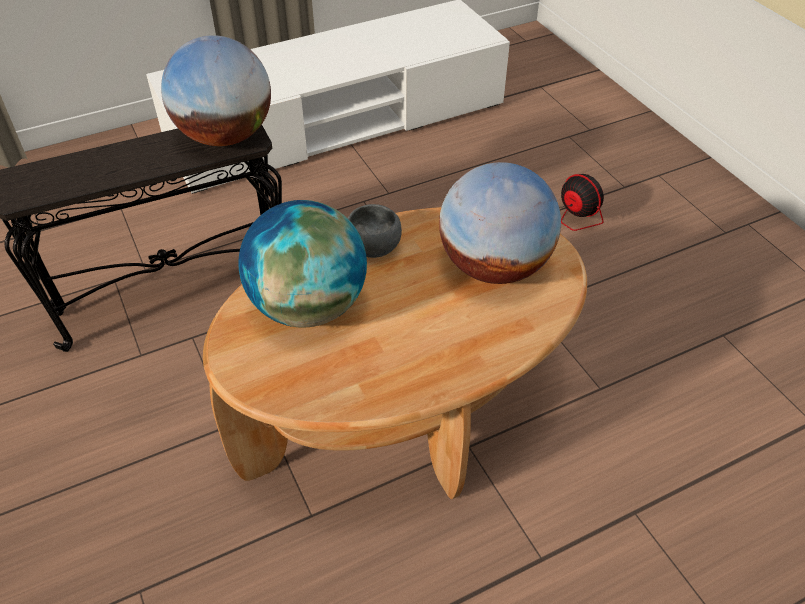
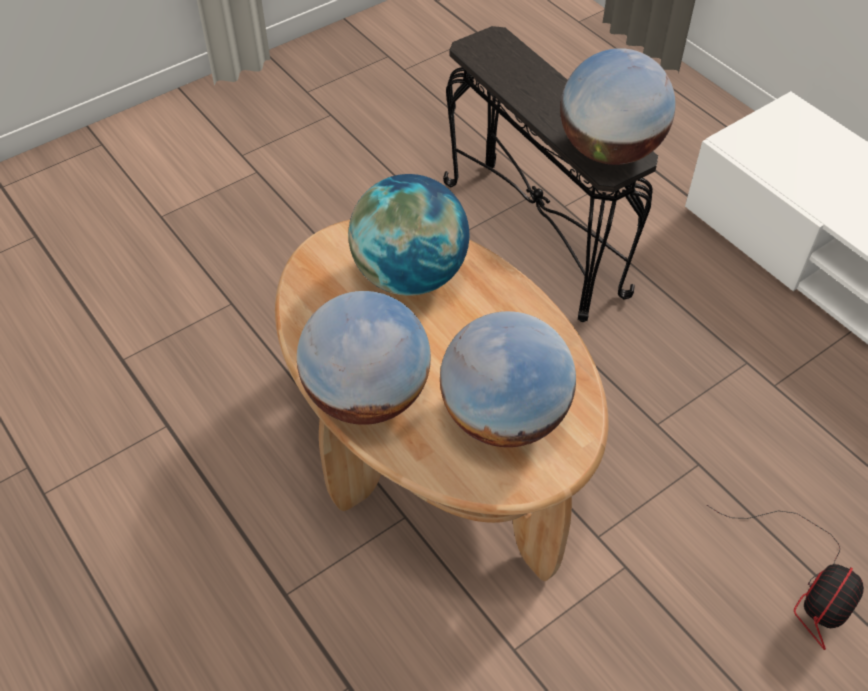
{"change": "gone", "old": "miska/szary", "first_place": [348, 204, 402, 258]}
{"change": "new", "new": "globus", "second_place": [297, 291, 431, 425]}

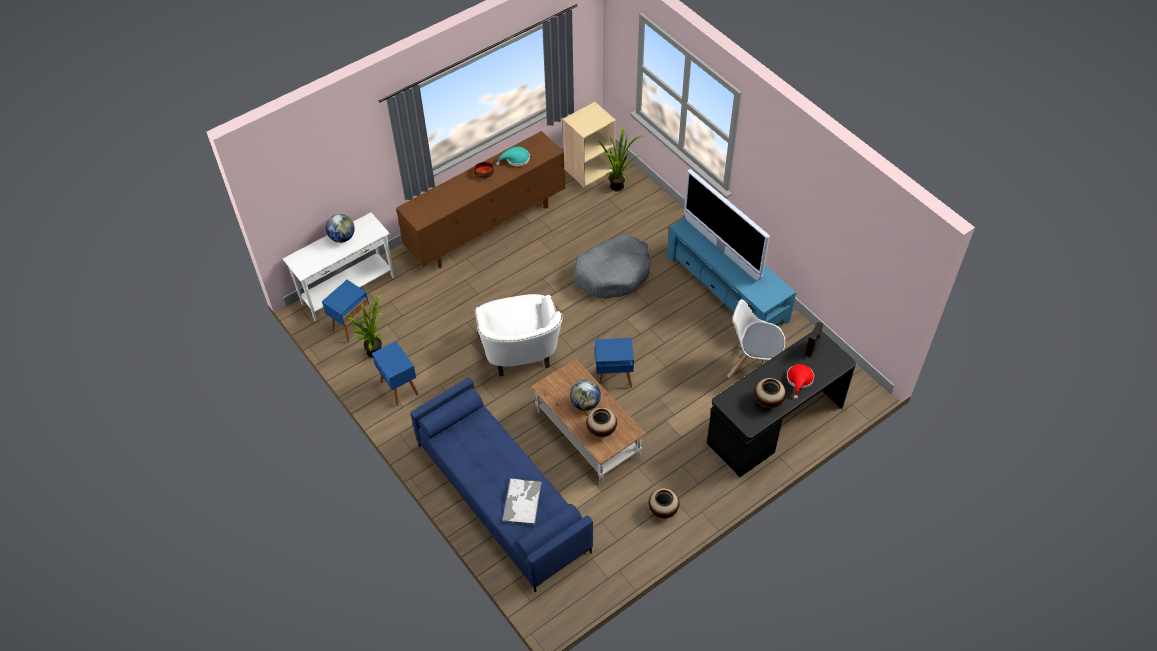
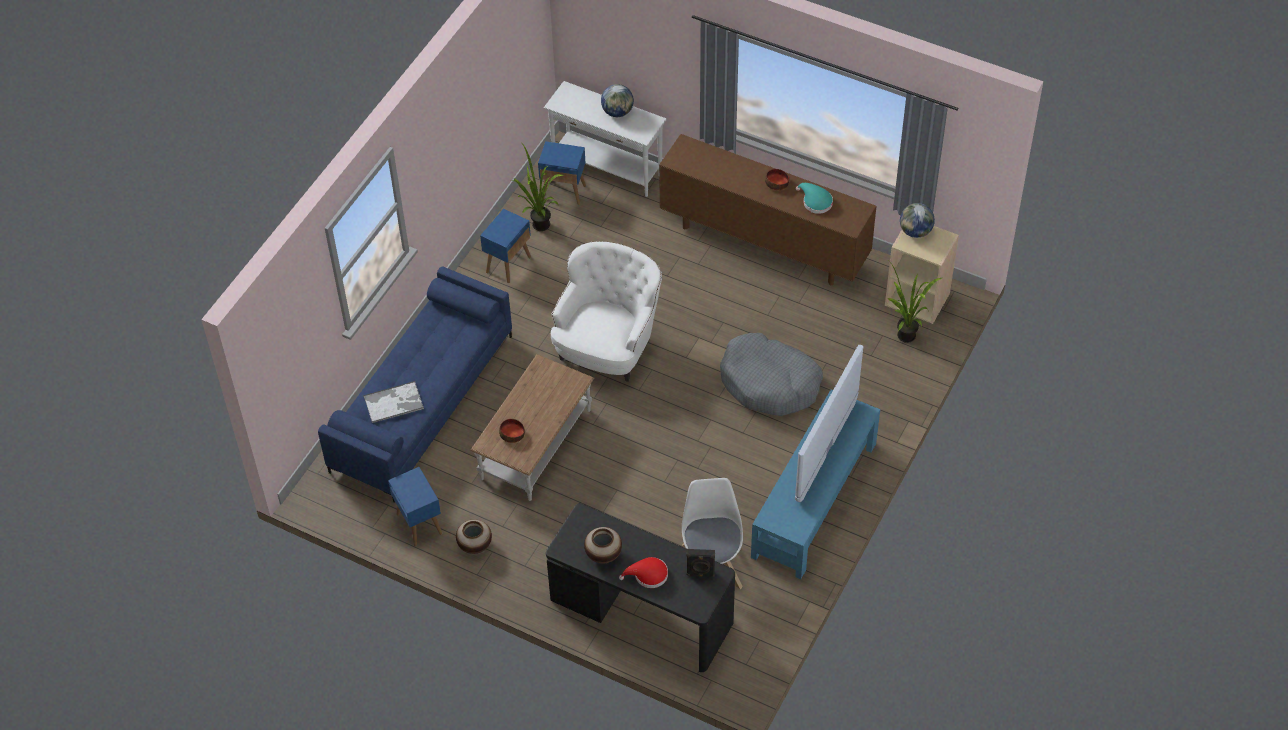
{"change": "shifted", "old": "globus", "first_place": [570, 380, 601, 411], "second_place": [900, 203, 935, 238]}
{"change": "shifted", "old": "stolik/niebieski", "first_place": [595, 338, 634, 388], "second_place": [388, 467, 442, 546]}
{"change": "swapped", "old": "wazon", "new": "miska", "first_place": [586, 407, 617, 437], "second_place": [499, 419, 525, 443]}
{"change": "rotated", "old": "fotel/biały", "first_place": [475, 294, 562, 376], "second_place": [551, 241, 662, 382], "degrees": 150}

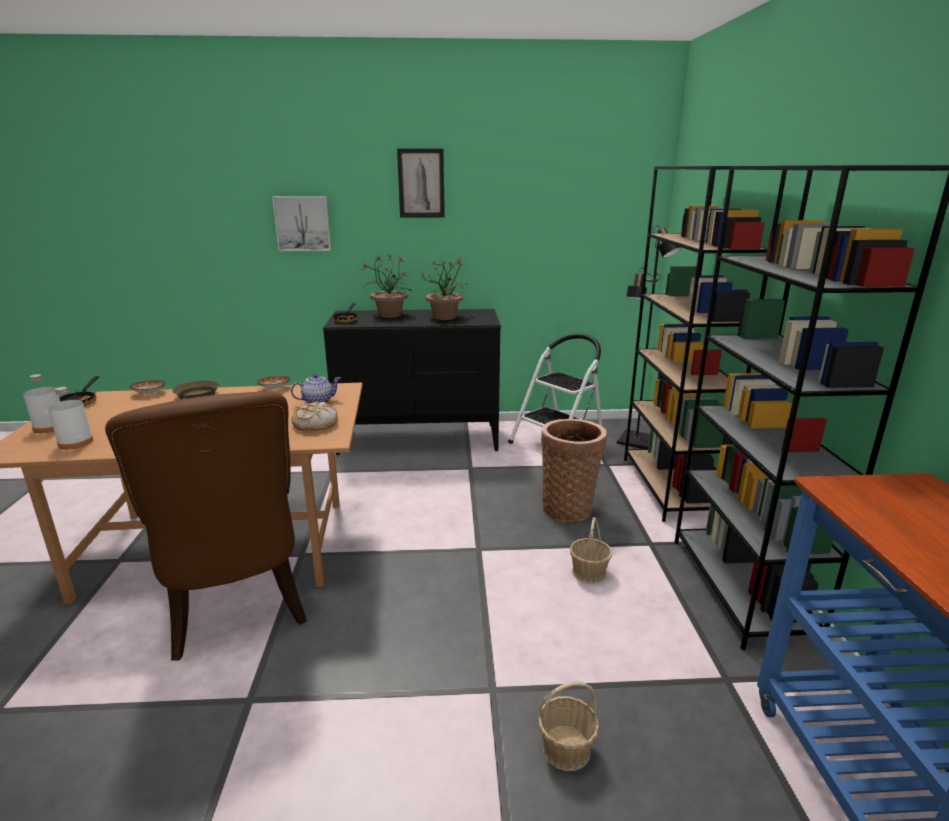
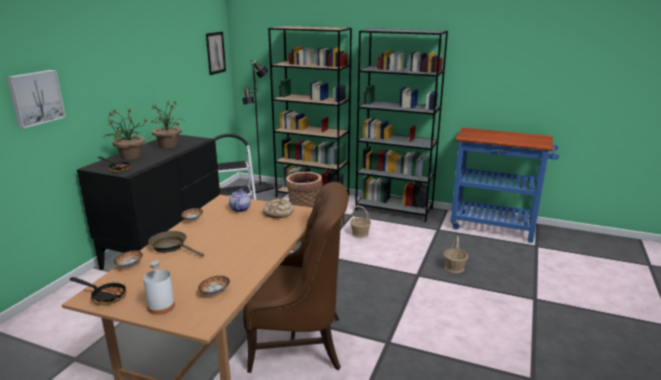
{"change": "shifted", "old": "obraz", "first_place": [397, 148, 445, 218], "second_place": [206, 32, 226, 75]}
{"change": "swapped", "old": "butelka/biały", "new": "miska", "first_place": [48, 387, 93, 450], "second_place": [198, 276, 230, 295]}

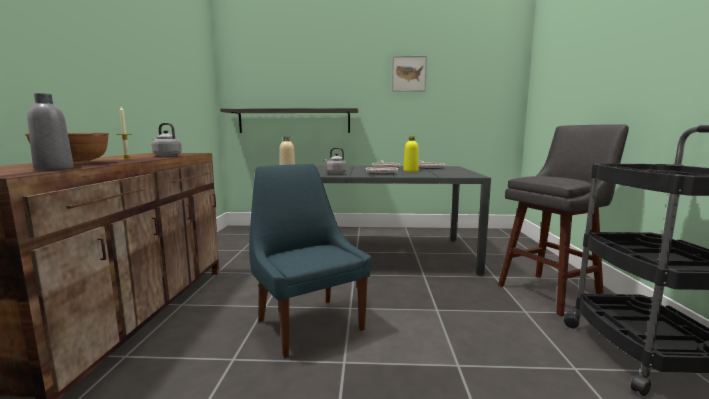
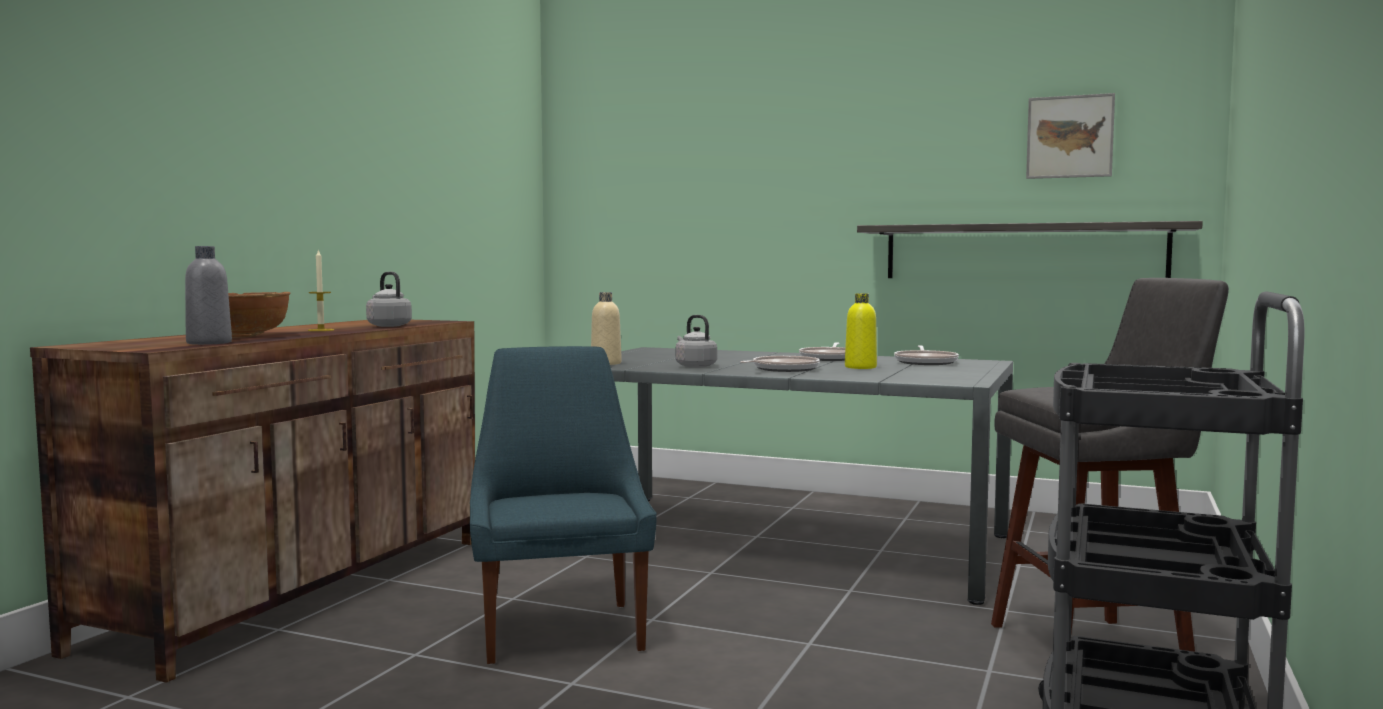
{"change": "shifted", "old": "półka", "first_place": [220, 108, 358, 133], "second_place": [857, 221, 1203, 278]}
{"change": "shifted", "old": "obraz", "first_place": [392, 56, 427, 92], "second_place": [1026, 93, 1115, 179]}

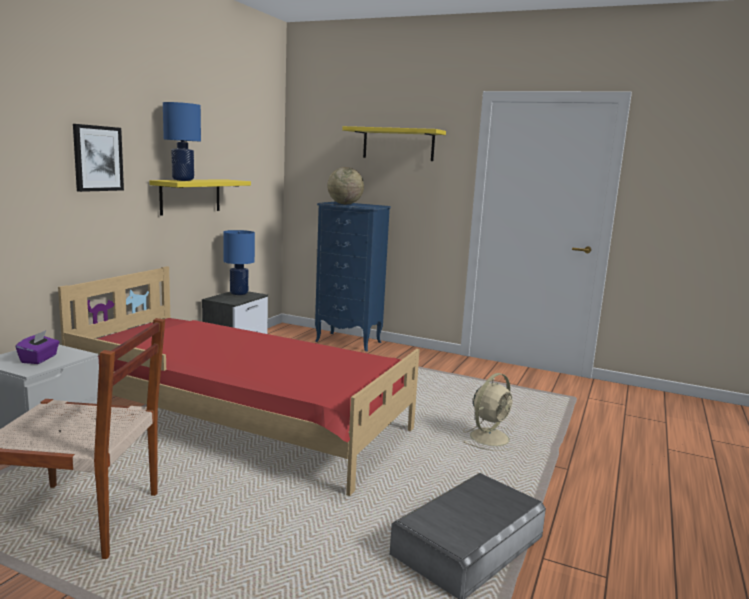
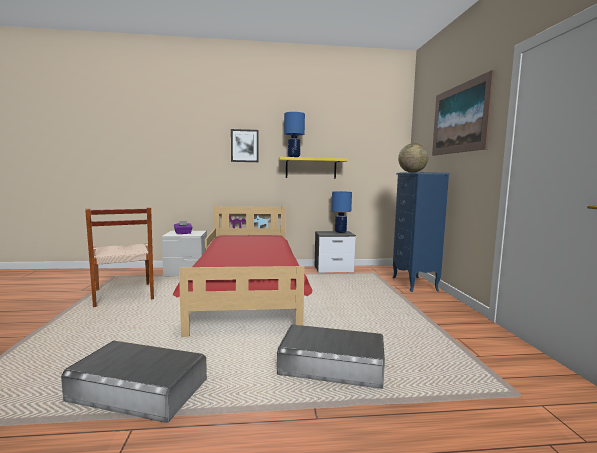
{"change": "swapped", "old": "półka/żółty", "new": "obraz", "first_place": [342, 126, 446, 161], "second_place": [432, 70, 495, 156]}
{"change": "swapped", "old": "wentylator/beżowy", "new": "pojemnik do przechowywania/szary", "first_place": [463, 373, 514, 451], "second_place": [277, 324, 385, 389]}

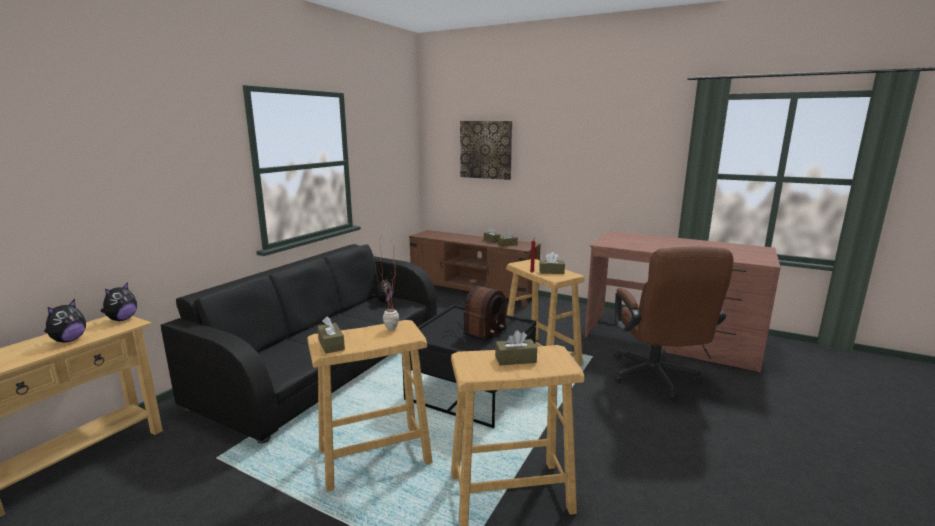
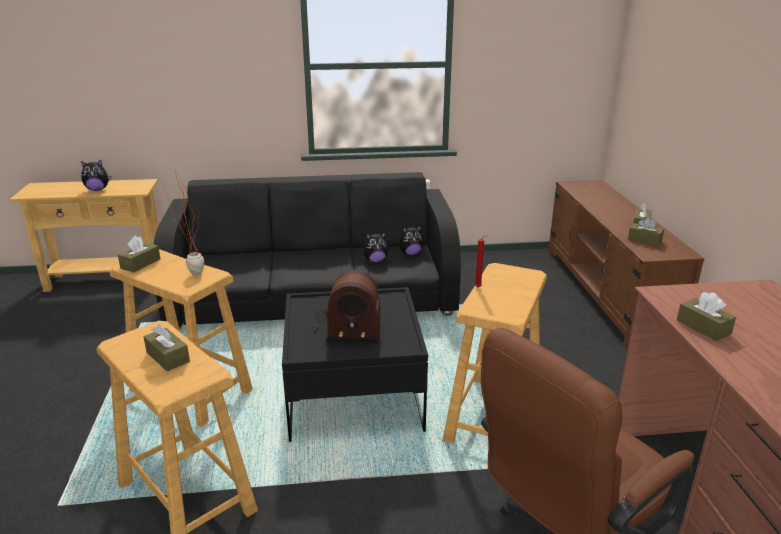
{"change": "gone", "old": "obraz", "first_place": [460, 121, 512, 180]}
{"change": "shifted", "old": "pluszak", "first_place": [101, 282, 137, 321], "second_place": [364, 232, 388, 263]}
{"change": "shifted", "old": "pudełko chusteczek/brązowy", "first_place": [539, 252, 565, 274], "second_place": [677, 292, 736, 341]}

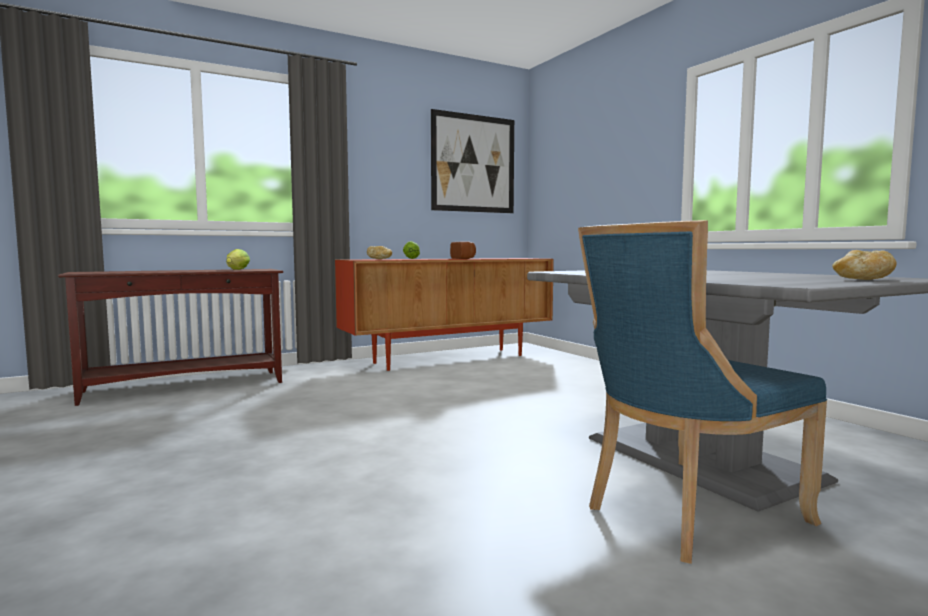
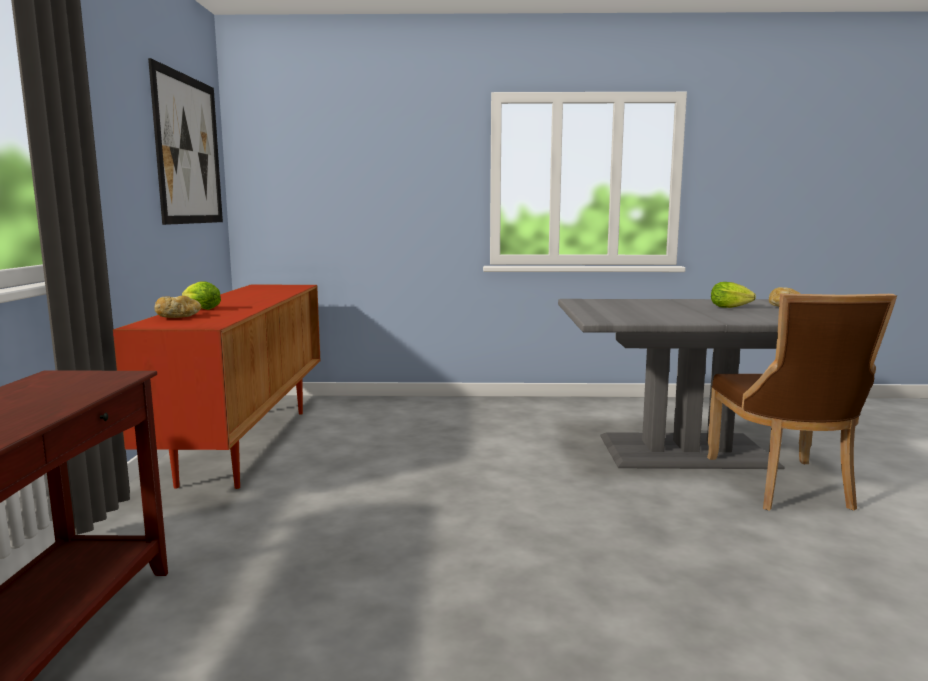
{"change": "gone", "old": "chleb", "first_place": [450, 241, 476, 259]}
{"change": "shifted", "old": "sałata", "first_place": [226, 249, 250, 270], "second_place": [711, 282, 756, 308]}
{"change": "repainted", "old": "krzesło/niebieski", "new": "krzesło/brązowy", "first_place": [578, 220, 827, 564], "second_place": [707, 294, 897, 511]}

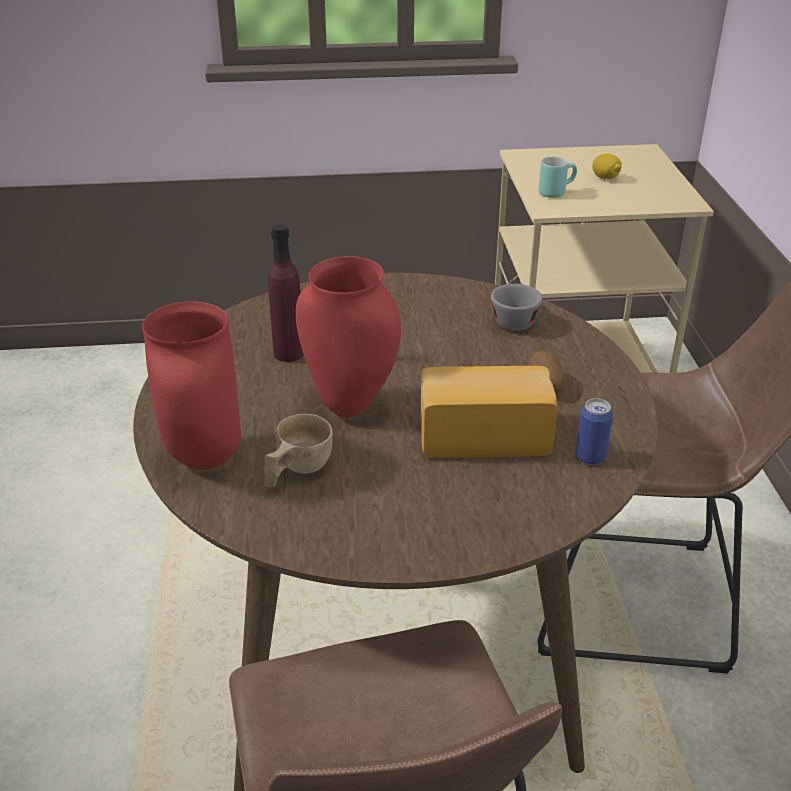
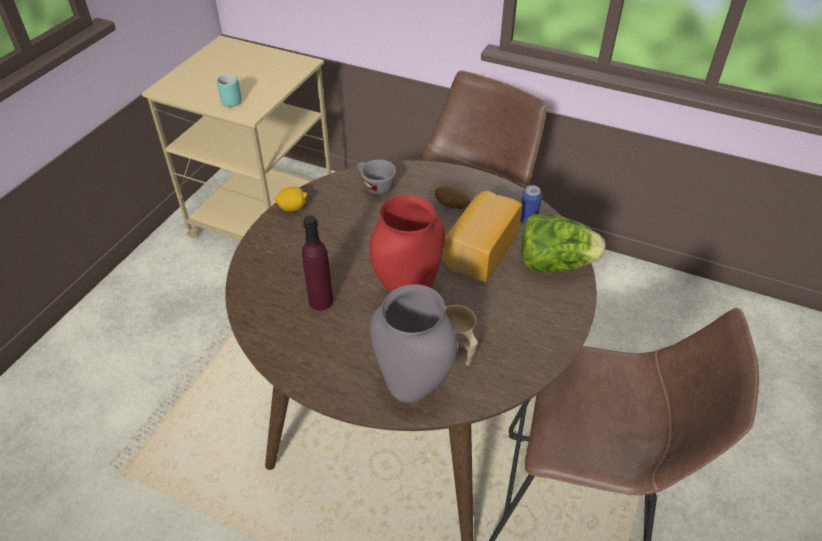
{"change": "new", "new": "sałata", "second_place": [521, 214, 605, 272]}
{"change": "shifted", "old": "cytryna", "first_place": [592, 154, 622, 179], "second_place": [276, 187, 307, 211]}
{"change": "repainted", "old": "wazon/czerwony", "new": "wazon/szary", "first_place": [142, 301, 241, 470], "second_place": [370, 284, 457, 403]}

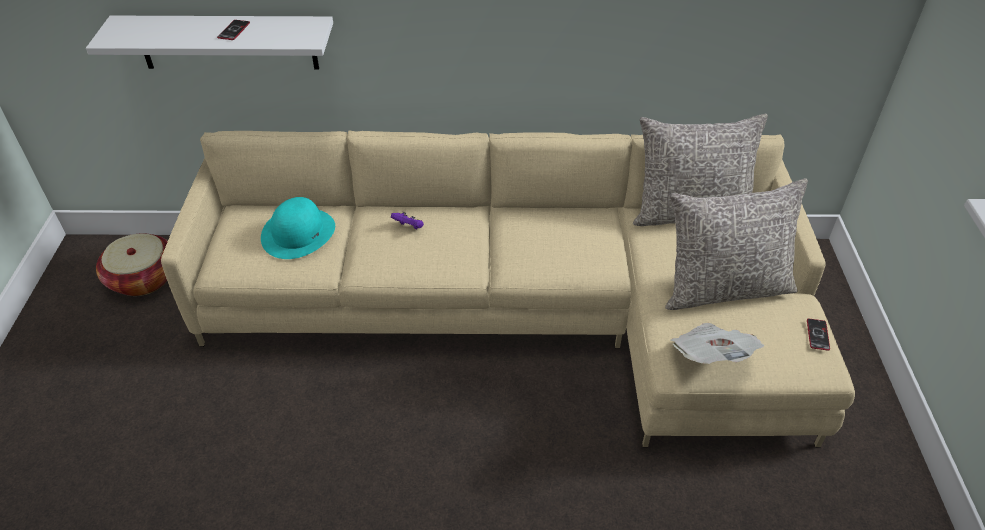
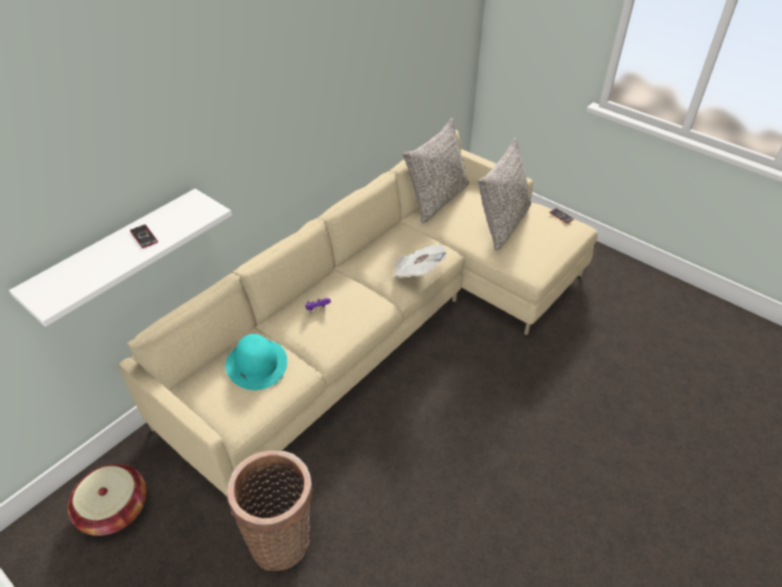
{"change": "new", "new": "koszyk", "second_place": [227, 451, 313, 571]}
{"change": "shifted", "old": "gazeta", "first_place": [670, 323, 764, 364], "second_place": [393, 245, 447, 278]}

